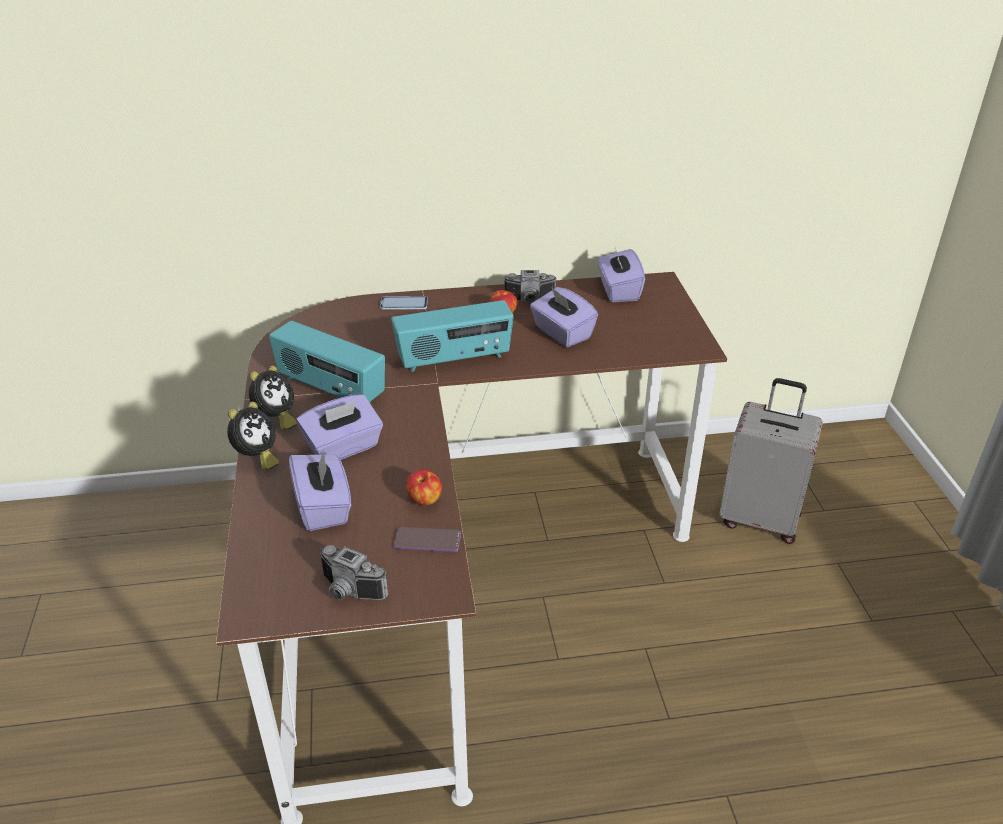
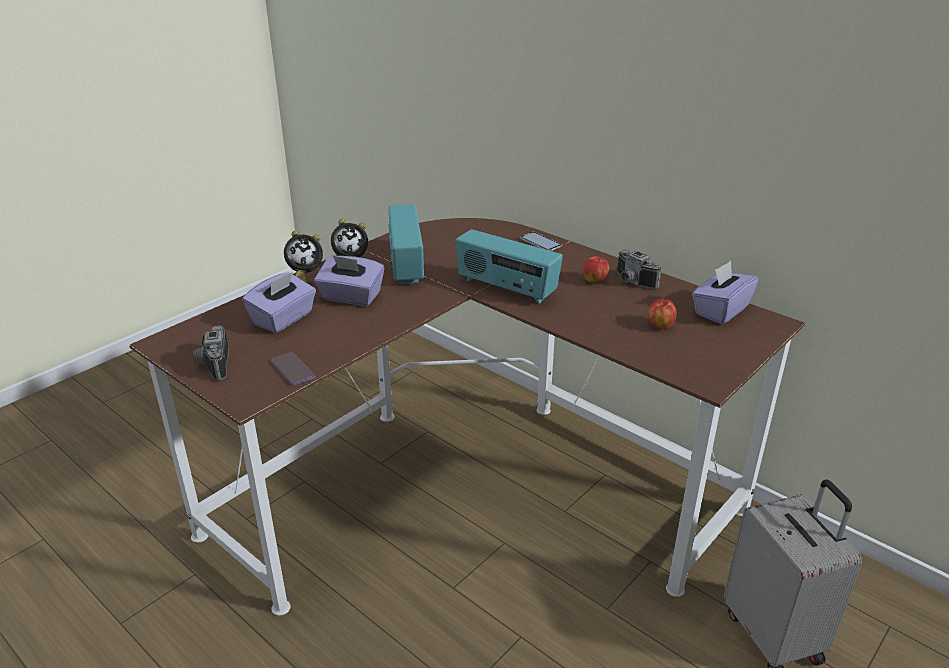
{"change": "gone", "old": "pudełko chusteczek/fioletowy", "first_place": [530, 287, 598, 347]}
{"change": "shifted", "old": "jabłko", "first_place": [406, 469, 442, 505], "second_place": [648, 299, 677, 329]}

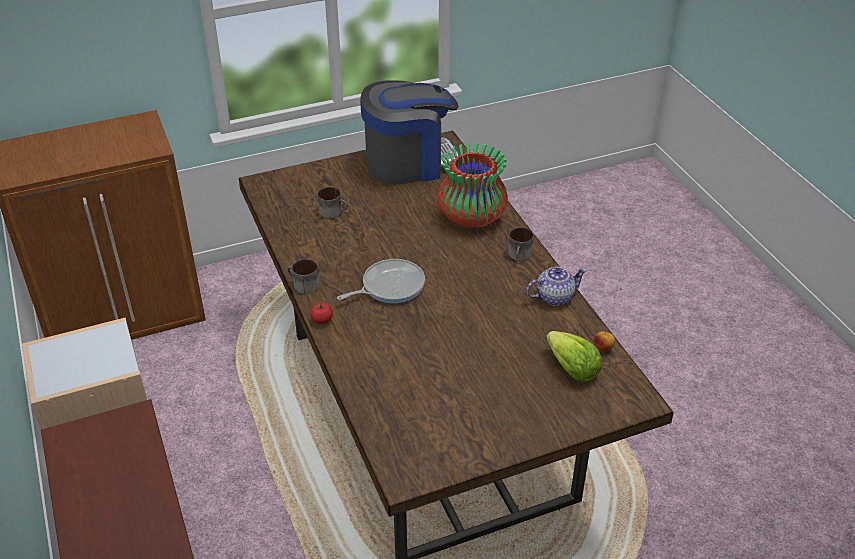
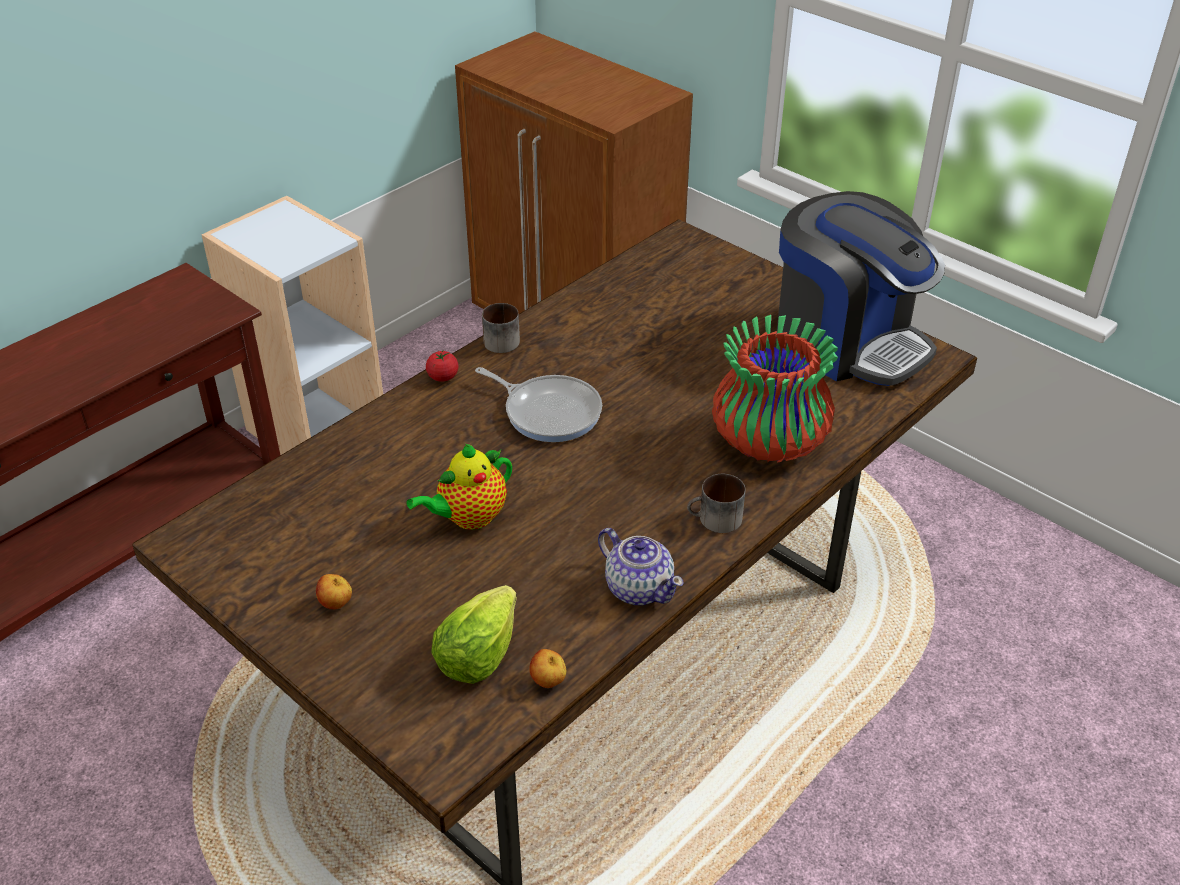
{"change": "gone", "old": "kubek", "first_place": [317, 187, 348, 219]}
{"change": "new", "new": "jabłko", "second_place": [316, 574, 352, 609]}
{"change": "new", "new": "imbryk", "second_place": [406, 444, 512, 530]}

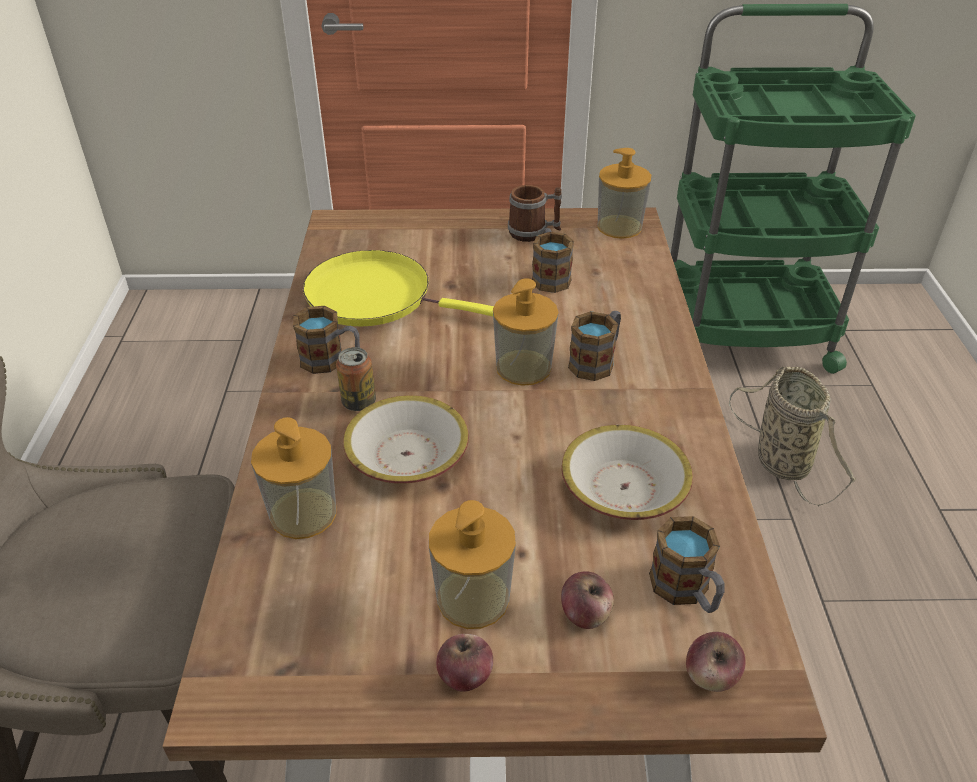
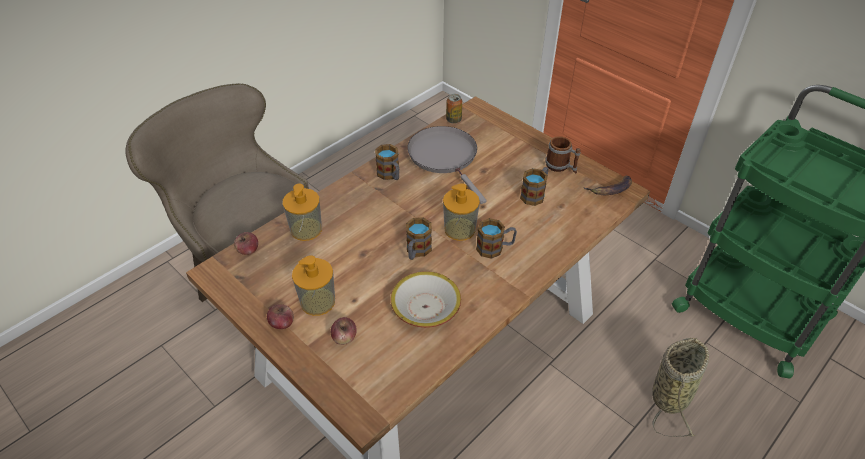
{"change": "gone", "old": "miska", "first_place": [343, 395, 469, 484]}
{"change": "shifted", "old": "puszka", "first_place": [336, 347, 376, 411], "second_place": [446, 94, 462, 124]}
{"change": "shifted", "old": "kubek", "first_place": [649, 516, 725, 613], "second_place": [406, 217, 432, 260]}
{"change": "shifted", "old": "jabłko", "first_place": [686, 632, 746, 692], "second_place": [234, 232, 258, 255]}
{"change": "swapped", "old": "dozownik mydła", "new": "banan", "first_place": [598, 148, 651, 239], "second_place": [583, 175, 632, 195]}
{"change": "repainted", "old": "patelnia/żółty", "new": "patelnia/szary", "first_place": [303, 250, 494, 327], "second_place": [408, 126, 487, 204]}

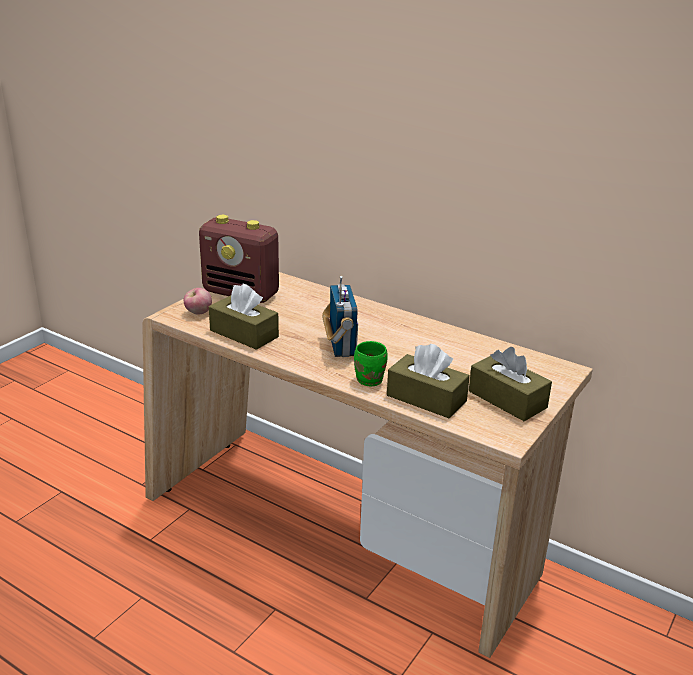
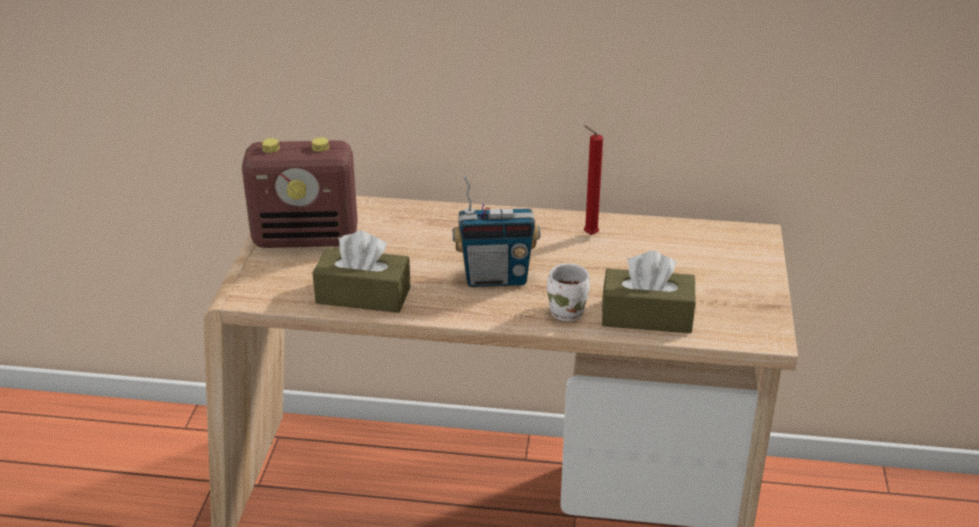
{"change": "gone", "old": "jabłko", "first_place": [183, 288, 212, 315]}
{"change": "gone", "old": "pudełko chusteczek/brązowy", "first_place": [469, 347, 552, 421]}
{"change": "new", "new": "świeca/czerwony", "second_place": [583, 125, 603, 235]}
{"change": "repainted", "old": "kubek/zielony", "new": "kubek/biały", "first_place": [354, 341, 388, 386], "second_place": [547, 263, 590, 321]}
{"change": "rotated", "old": "radio", "first_place": [322, 276, 358, 357], "second_place": [453, 175, 540, 287], "degrees": 120}

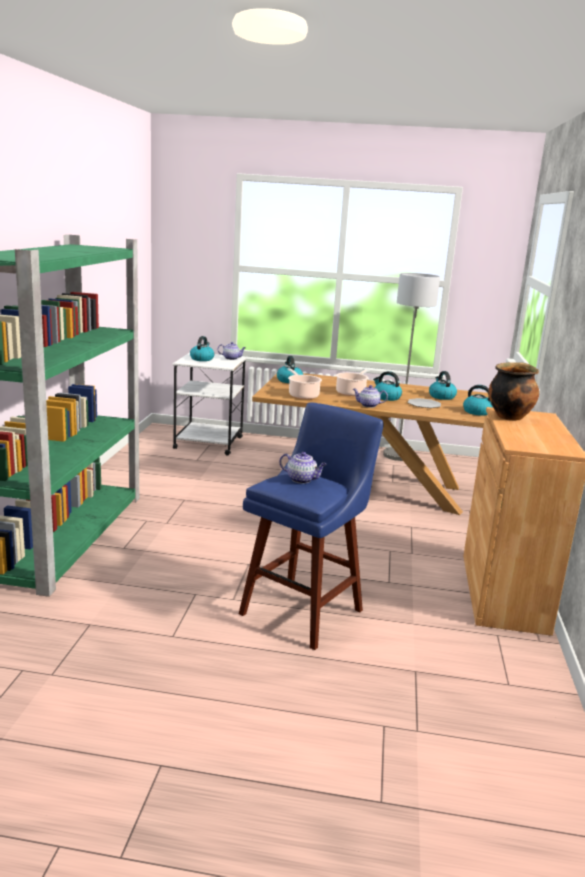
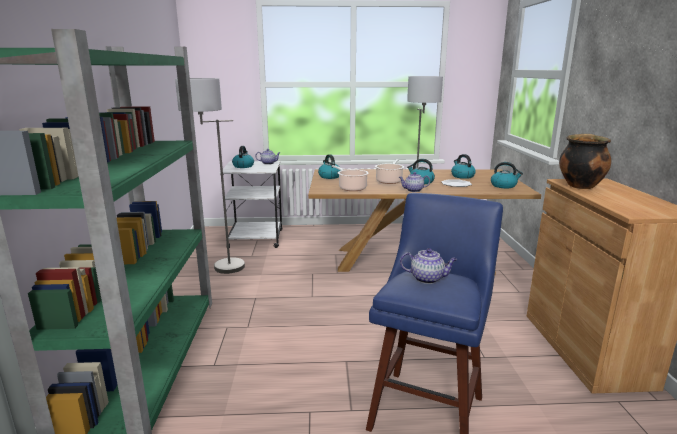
{"change": "new", "new": "lampa stojąca/szary", "second_place": [175, 78, 245, 274]}

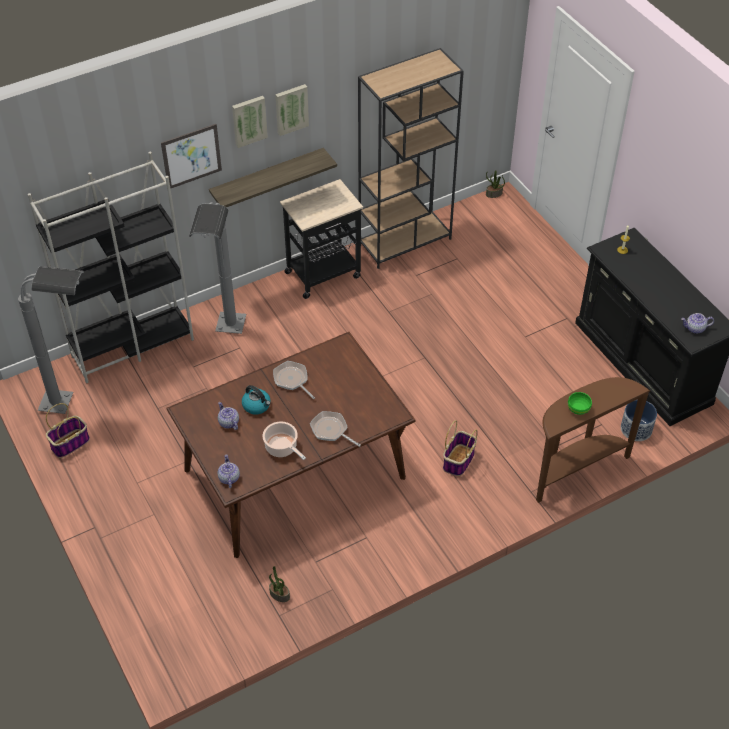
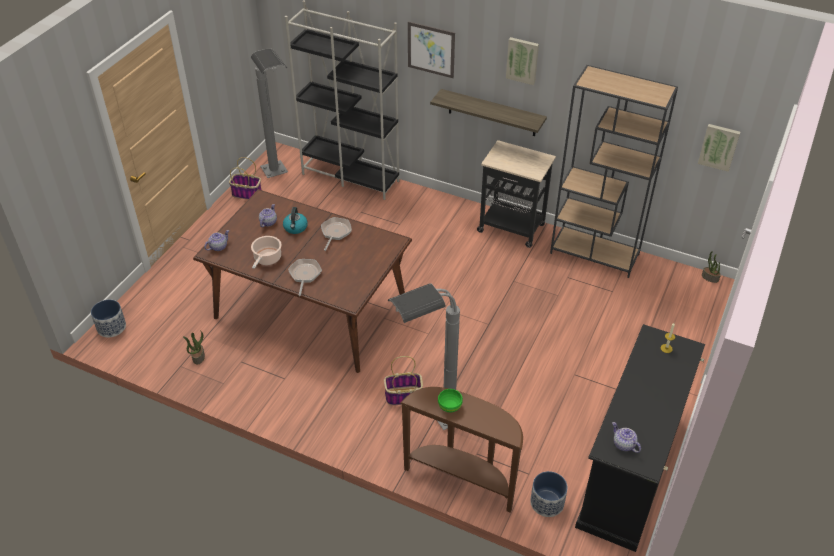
{"change": "new", "new": "donica", "second_place": [91, 299, 126, 338]}
{"change": "shifted", "old": "lampa stojąca/szary", "first_place": [189, 202, 246, 334], "second_place": [388, 283, 460, 430]}
{"change": "shifted", "old": "obraz", "first_place": [232, 96, 268, 148], "second_place": [698, 124, 740, 172]}

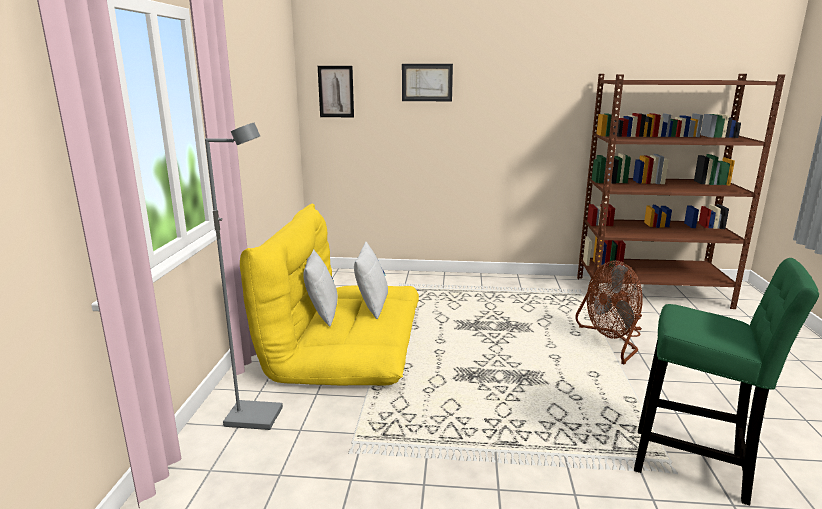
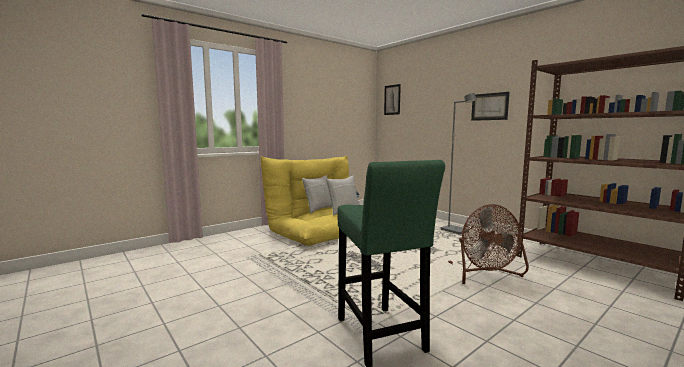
{"change": "shifted", "old": "lampa stojąca/szary", "first_place": [205, 123, 283, 430], "second_place": [440, 93, 476, 235]}
{"change": "shifted", "old": "obraz", "first_place": [402, 64, 453, 101], "second_place": [471, 92, 509, 121]}
{"change": "rotated", "old": "wentylator/brązowy", "first_place": [575, 260, 643, 364], "second_place": [448, 204, 529, 284], "degrees": -135}

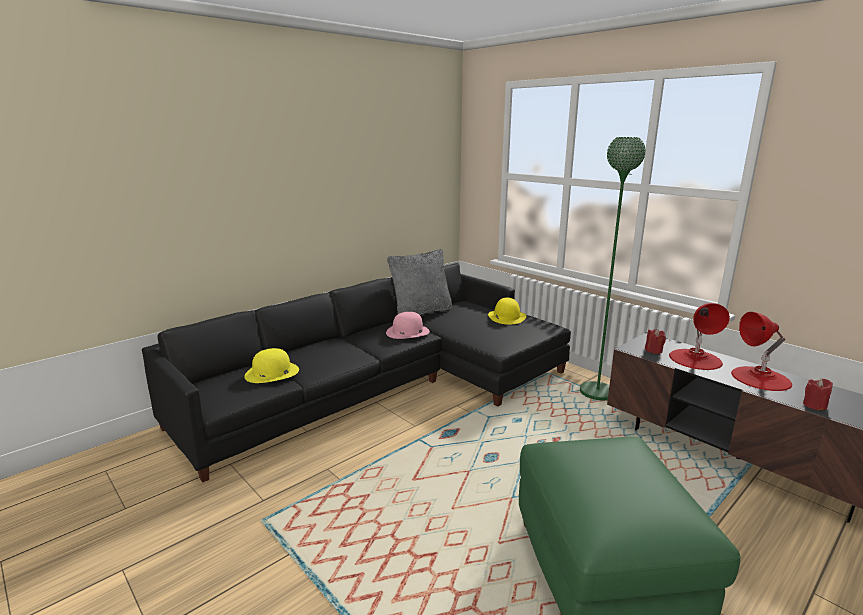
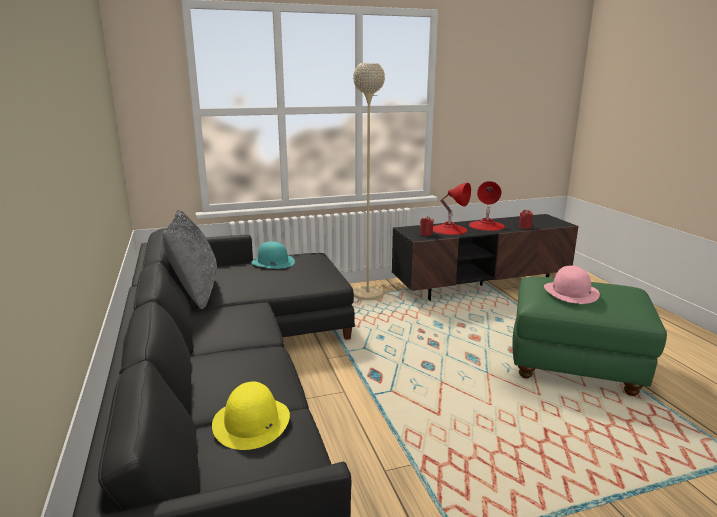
{"change": "shifted", "old": "kapelusz/różowy", "first_place": [386, 312, 430, 339], "second_place": [544, 266, 600, 304]}
{"change": "repainted", "old": "kapelusz/żółty", "new": "kapelusz/turkusowy", "first_place": [488, 298, 526, 324], "second_place": [251, 241, 295, 269]}
{"change": "repainted", "old": "lampa stojąca/zielony", "new": "lampa stojąca/beżowy", "first_place": [580, 137, 646, 400], "second_place": [353, 63, 385, 300]}

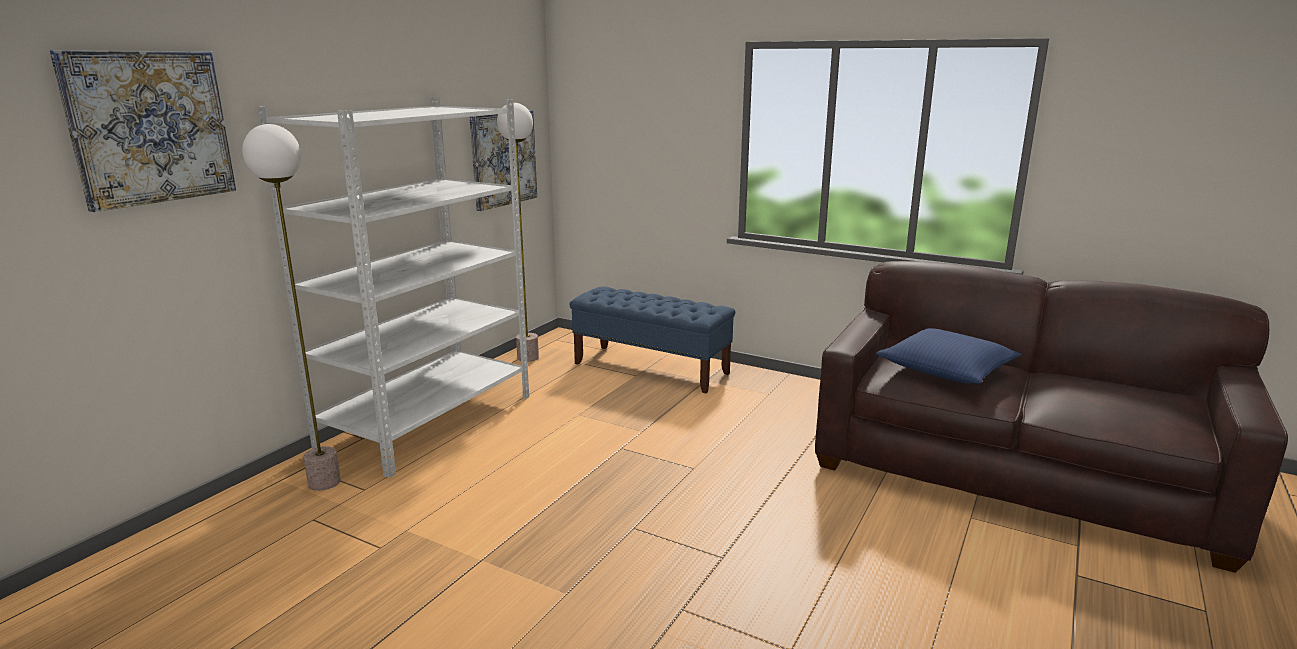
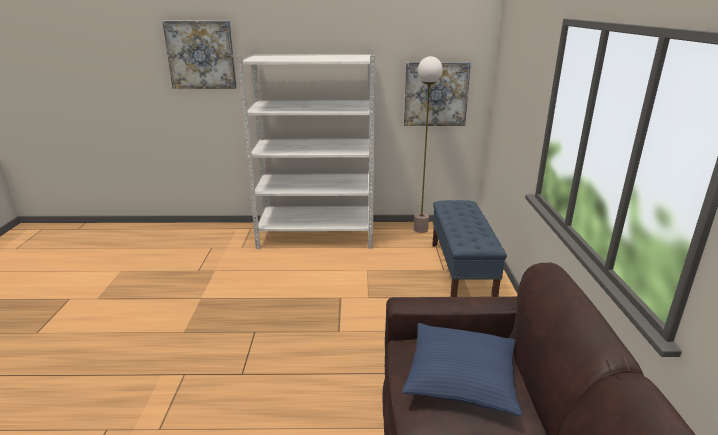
{"change": "gone", "old": "lampa stojąca", "first_place": [242, 124, 341, 491]}

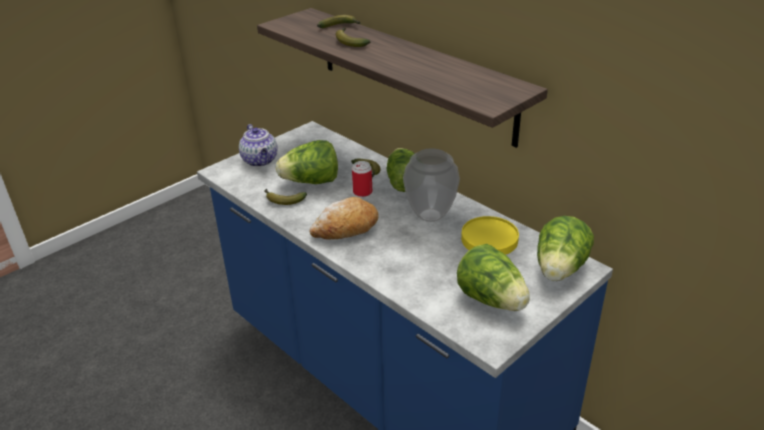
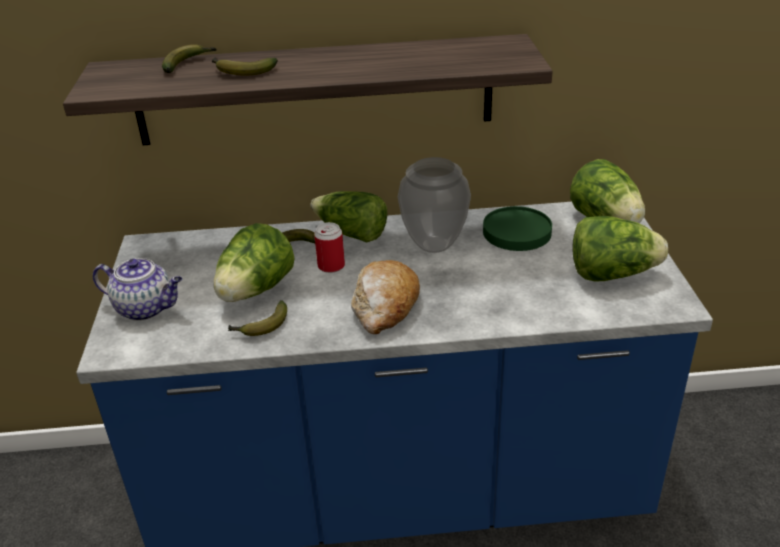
{"change": "repainted", "old": "talerz/żółty", "new": "talerz/zielony", "first_place": [461, 216, 519, 255], "second_place": [483, 206, 552, 251]}

